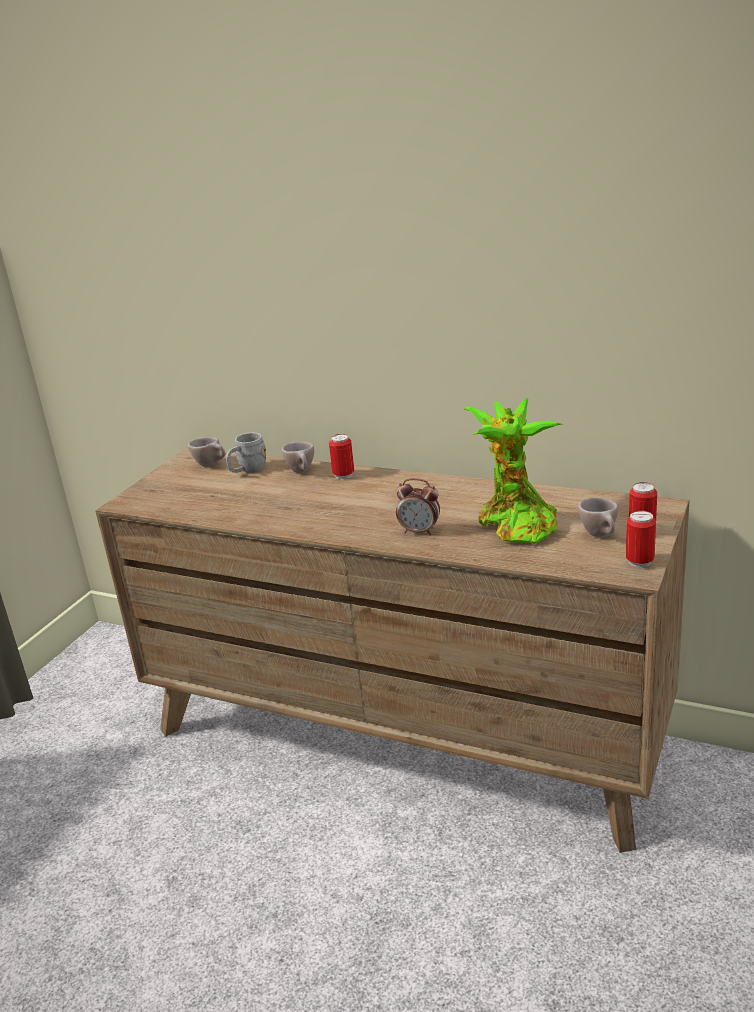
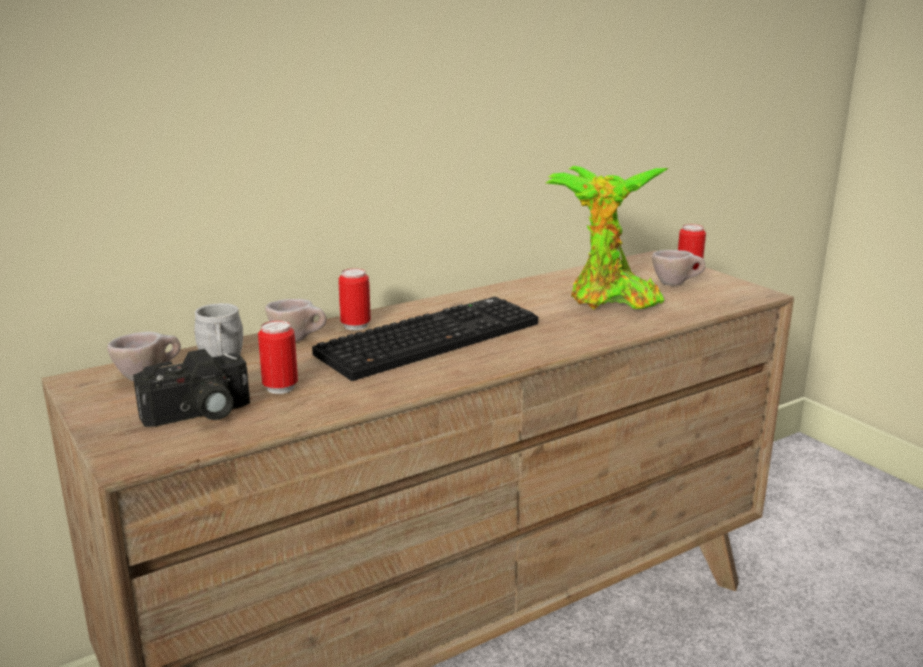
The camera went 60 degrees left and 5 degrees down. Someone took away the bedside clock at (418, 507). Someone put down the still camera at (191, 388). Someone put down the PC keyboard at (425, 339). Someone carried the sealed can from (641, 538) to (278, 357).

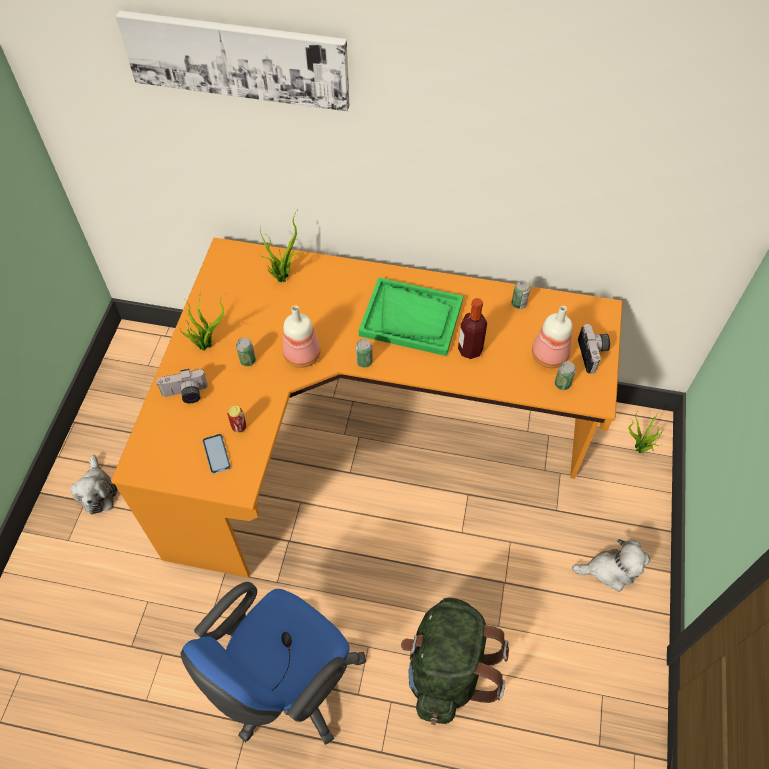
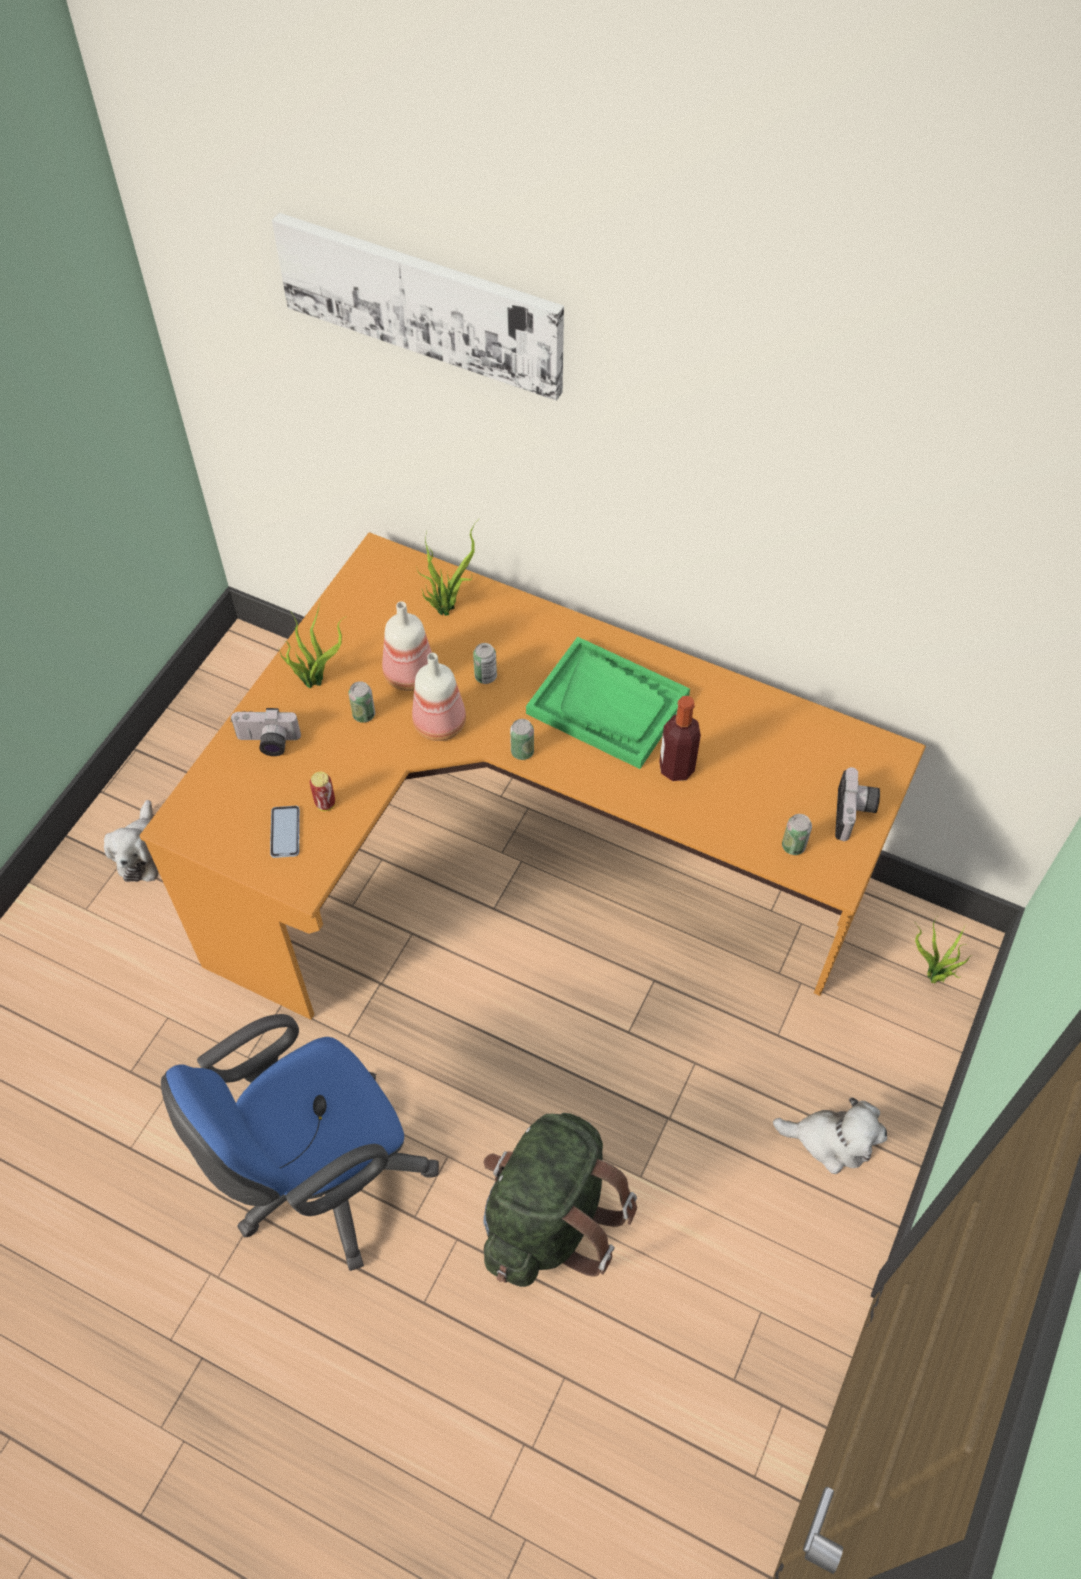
The camera went 15 degrees right and 0 degrees up. Someone carried the sealed can from (520, 294) to (485, 663). Someone carried the drink bottle from (552, 337) to (407, 646).

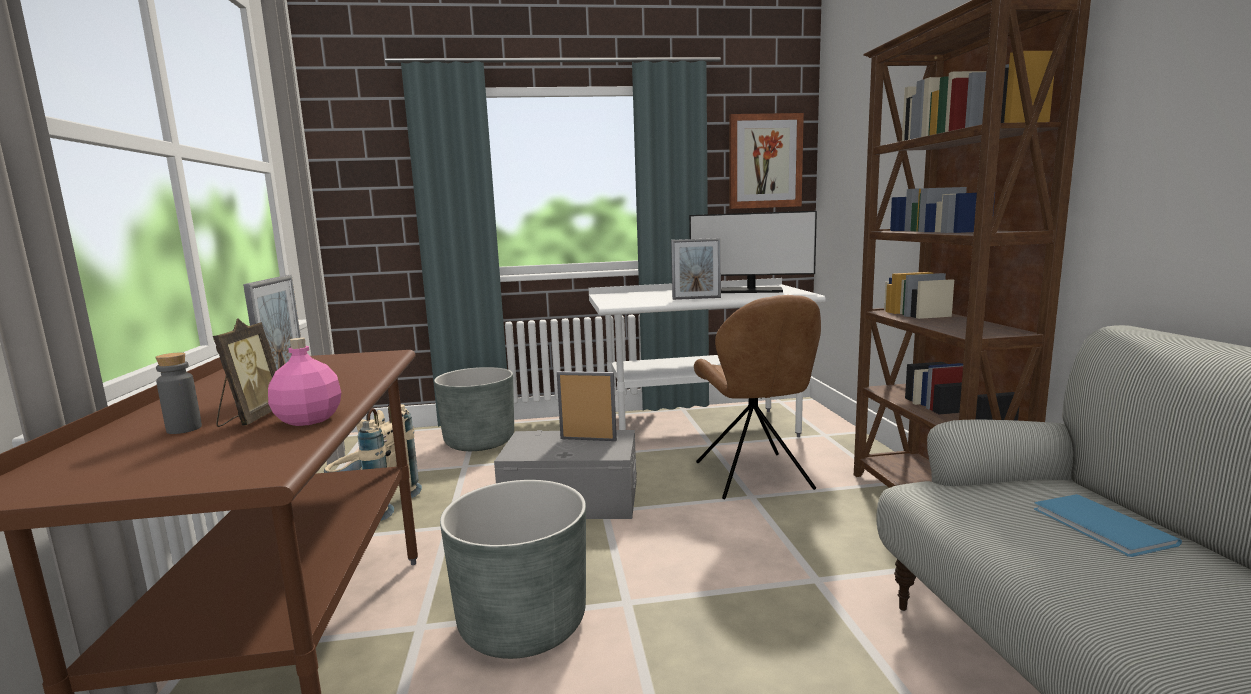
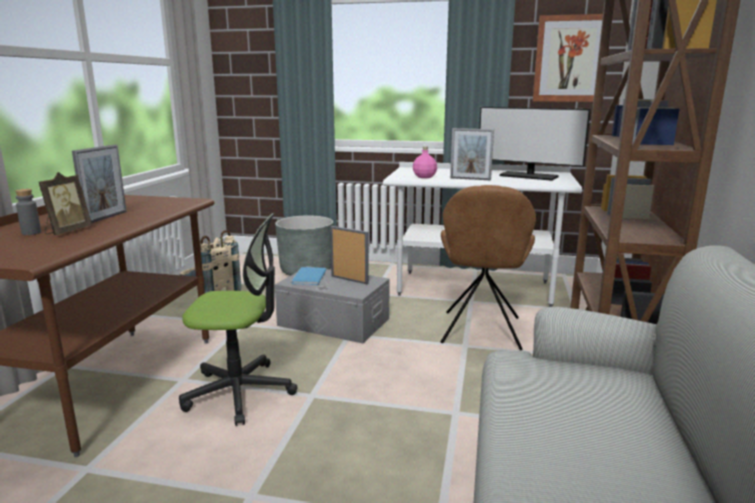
The camera went 20 degrees right and 5 degrees up. Someone carried the pink-coloured drink bottle from (304, 382) to (425, 162). Someone carried the bluish book from (1108, 525) to (309, 276). Someone swapped the grey planter at (513, 569) for the office chair at (238, 319).

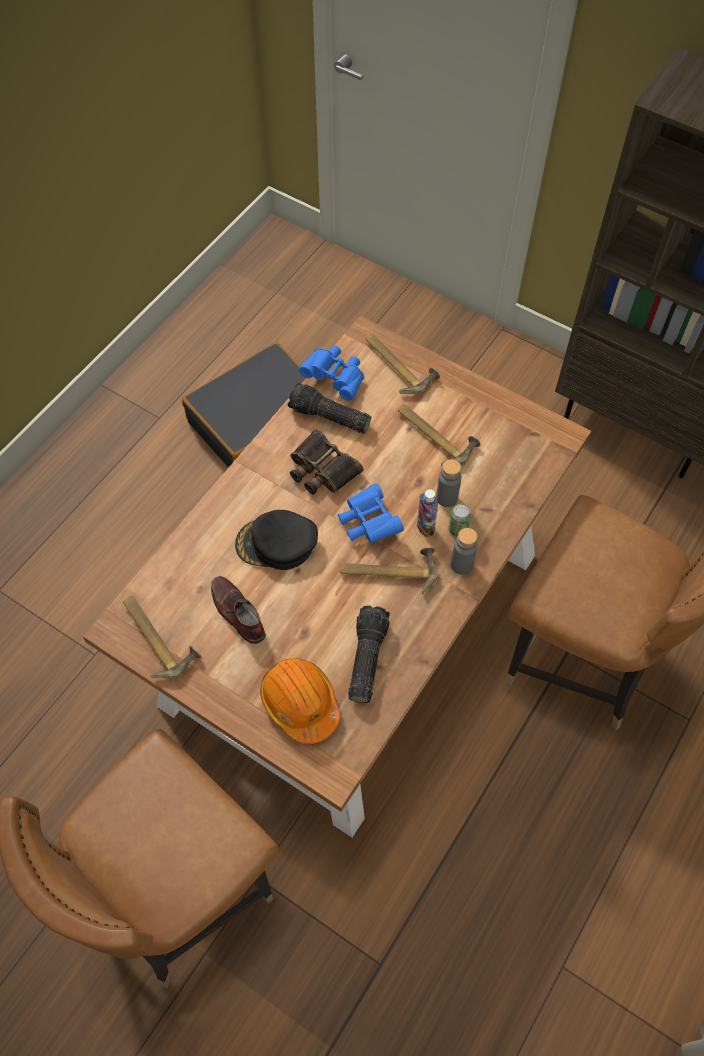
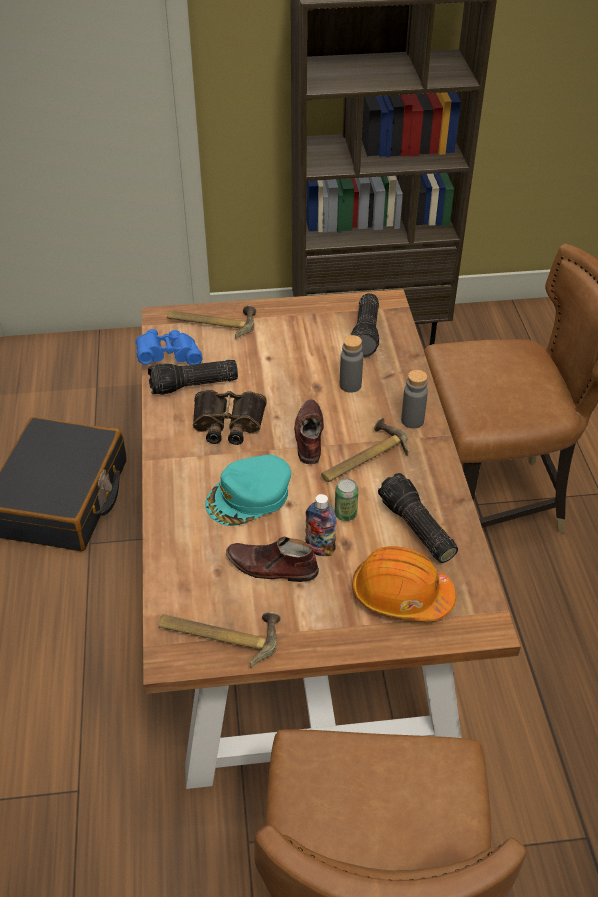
The camera went 40 degrees left and 15 degrees down. Someone took away the hammer at (439, 435). Someone put down the flashlight at (365, 325). Someone carried the drink bottle from (427, 513) to (321, 525). Someone carried the sealed can from (459, 520) to (346, 499). Someone swapped the bluish pair of binoculars at (371, 513) for the brown-coloured shoe at (309, 431). Someone repainted the black-coloured cap at (276, 540), which became the turquoise cap at (248, 490).

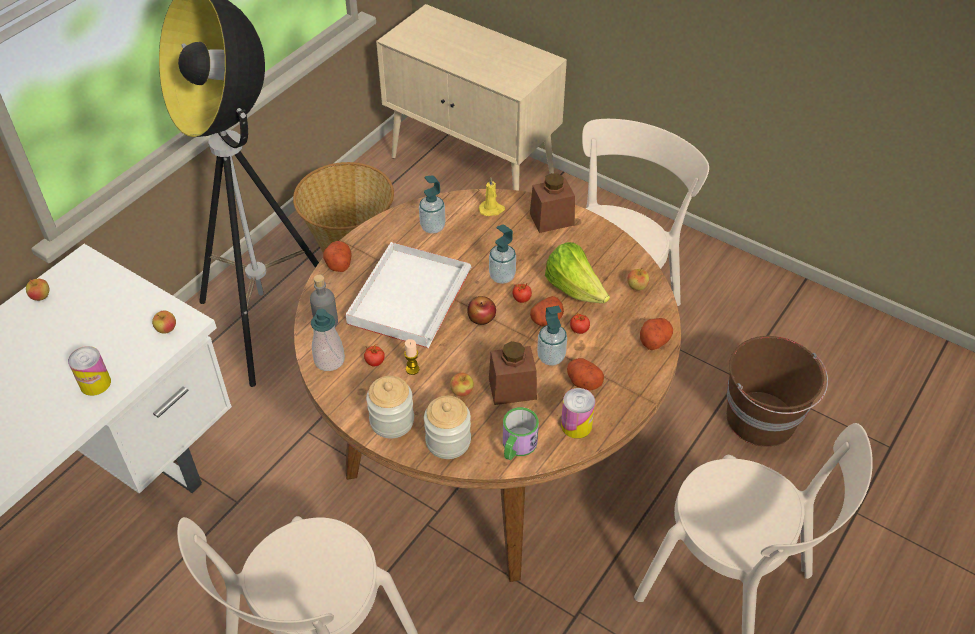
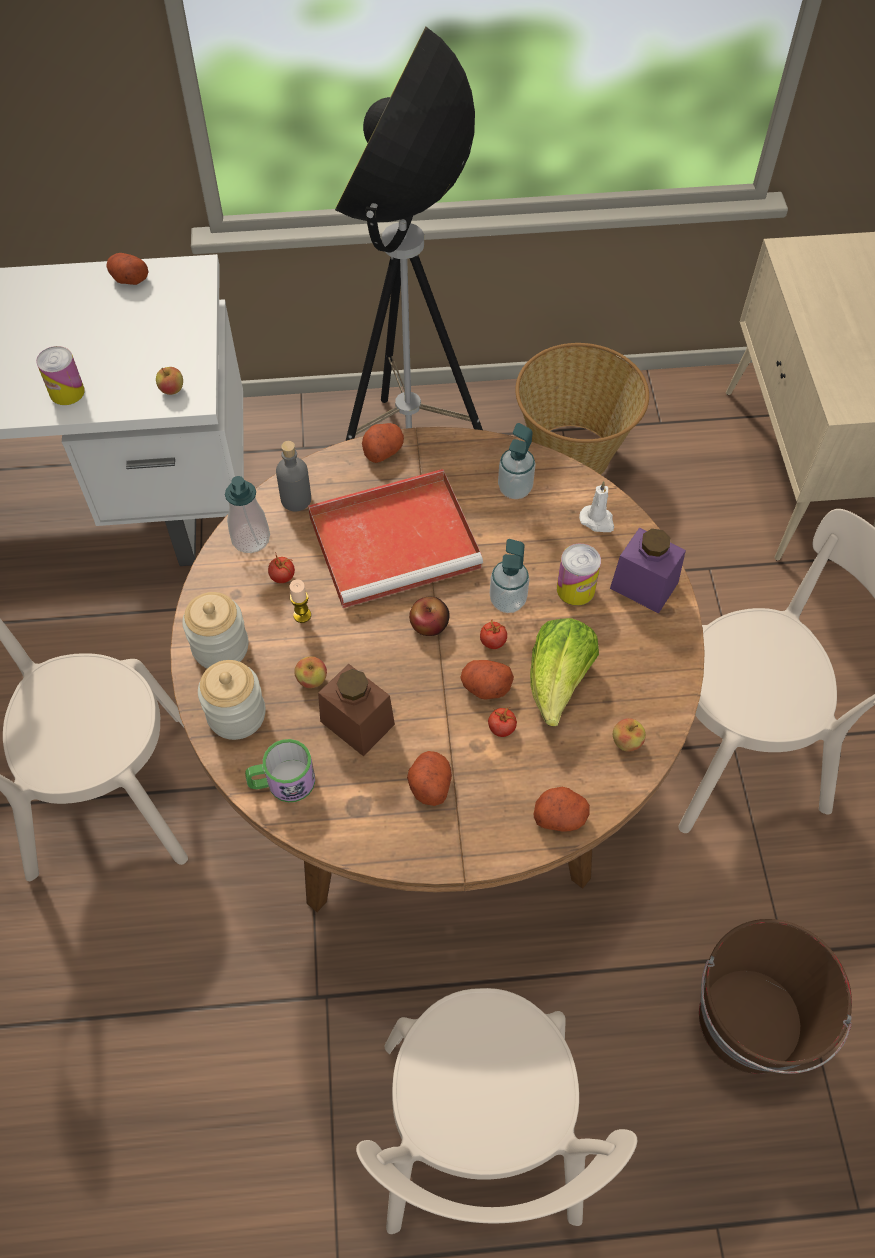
The camera went 50 degrees right and 10 degrees up. Someone took away the soap bottle at (552, 336). Someone carried the sealed can from (578, 413) to (579, 574). Someone swapped the whole apple at (37, 290) for the potato at (127, 269). Someone repainted the white-coloured serving tray at (408, 295), which became the red serving tray at (395, 538). Someone repainted the yellow candle at (492, 197), which became the white-coloured candle at (596, 506). Someone repainted the brown-coloured preserve jar at (552, 203), which became the purple-coloured preserve jar at (648, 570).

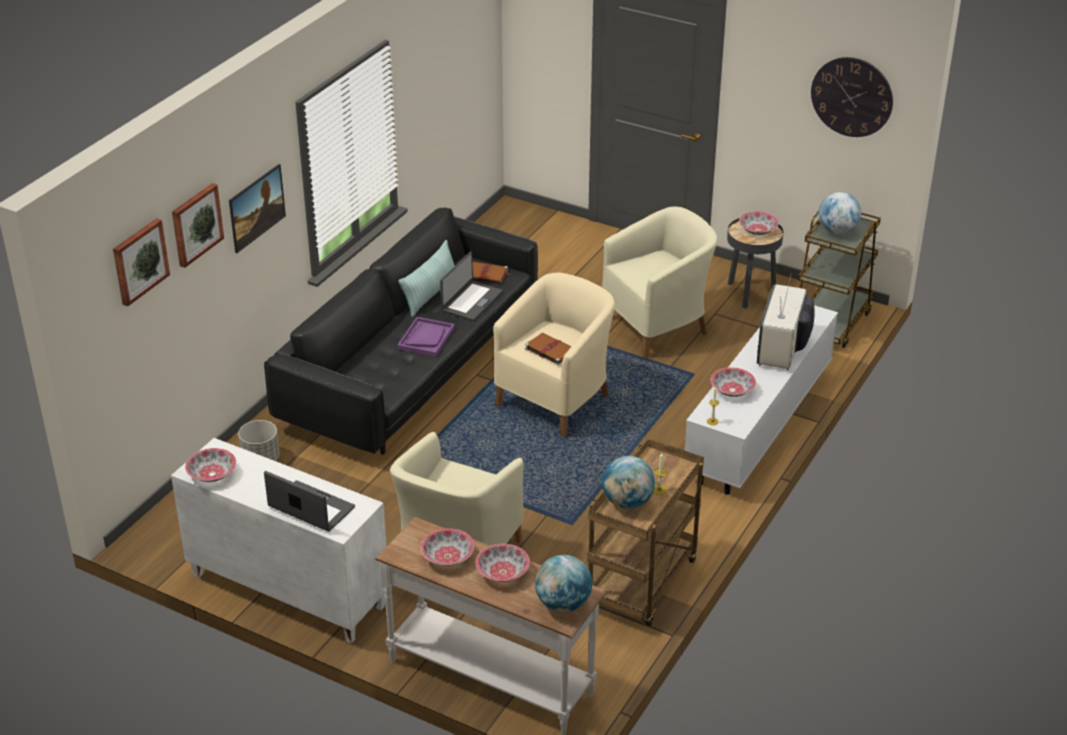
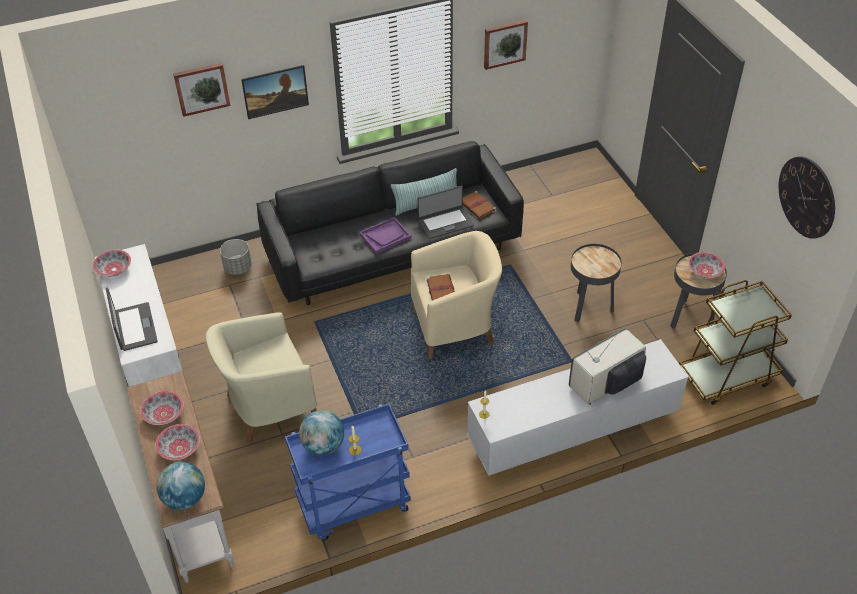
The camera went 40 degrees right and 10 degrees up. Someone took away the serving bowl at (733, 382). Someone took away the desk globe at (839, 213). Someone carried the wall picture from (141, 262) to (506, 45). Someone swapped the beige-coloured easy chair at (659, 282) for the black-coloured end table at (596, 283). Someone repainted the brown-coloured trolley at (645, 532), which became the bluish trolley at (348, 472).

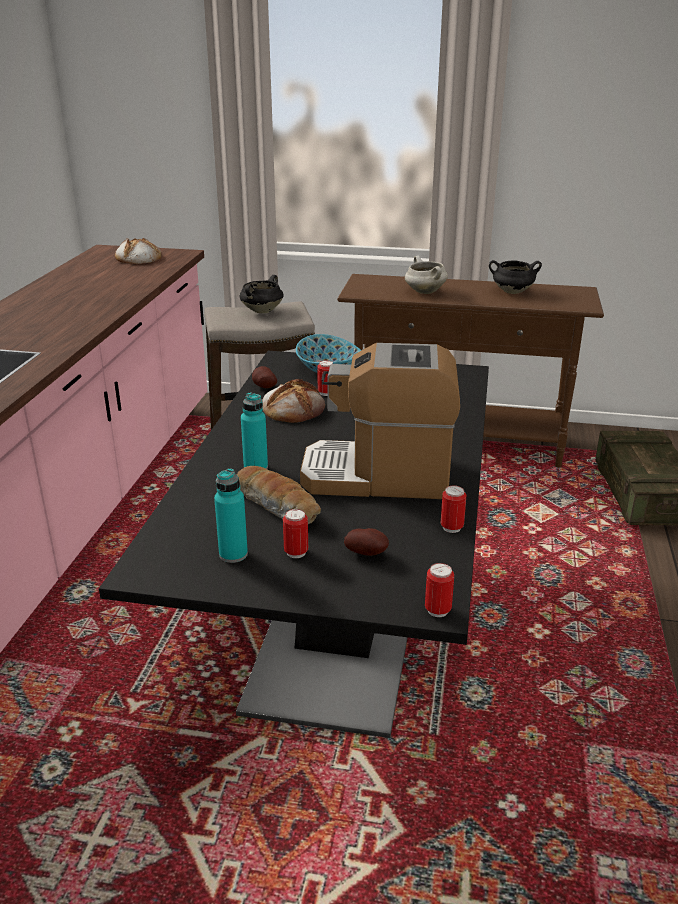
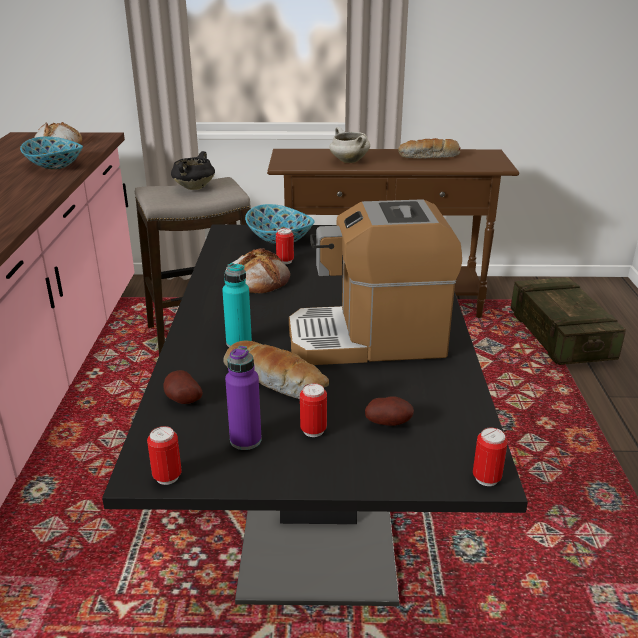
The camera went 10 degrees left and 0 degrees up. Someone put down the serving bowl at (51, 153). Someone carried the potato from (264, 377) to (183, 387). Someone carried the sealed can from (453, 509) to (164, 455). Someone swapped the black-coloured saucepot at (515, 277) for the baked bread at (429, 148). Someone repainted the turquoise drink bottle at (231, 515), which became the purple-coloured drink bottle at (243, 398).

